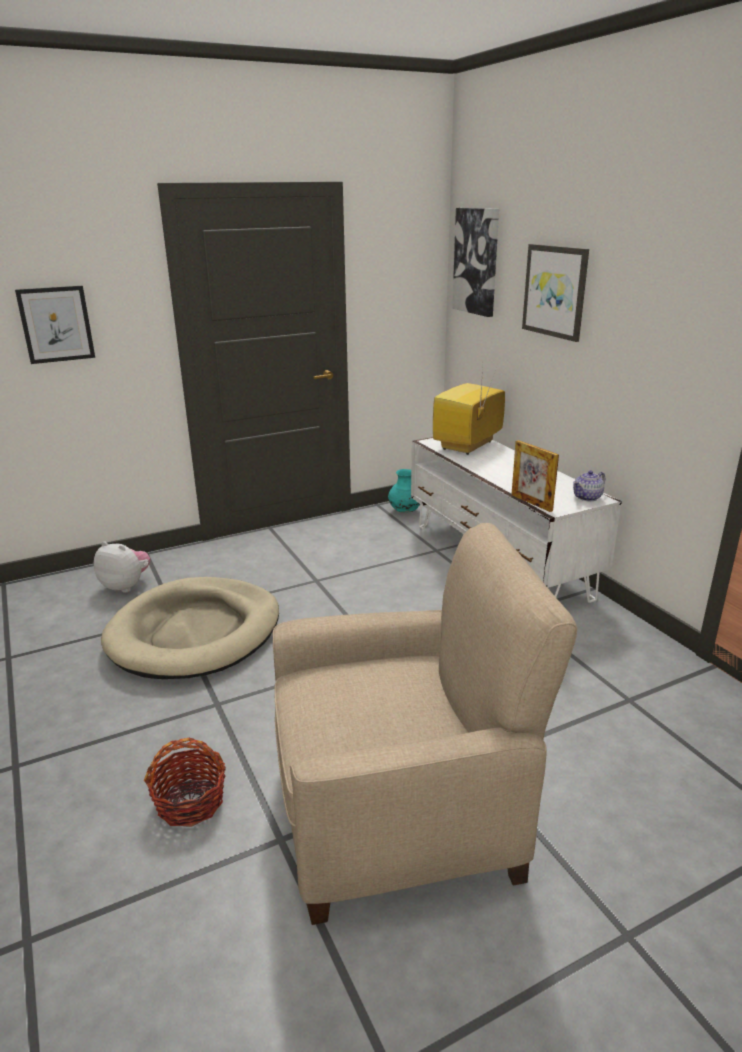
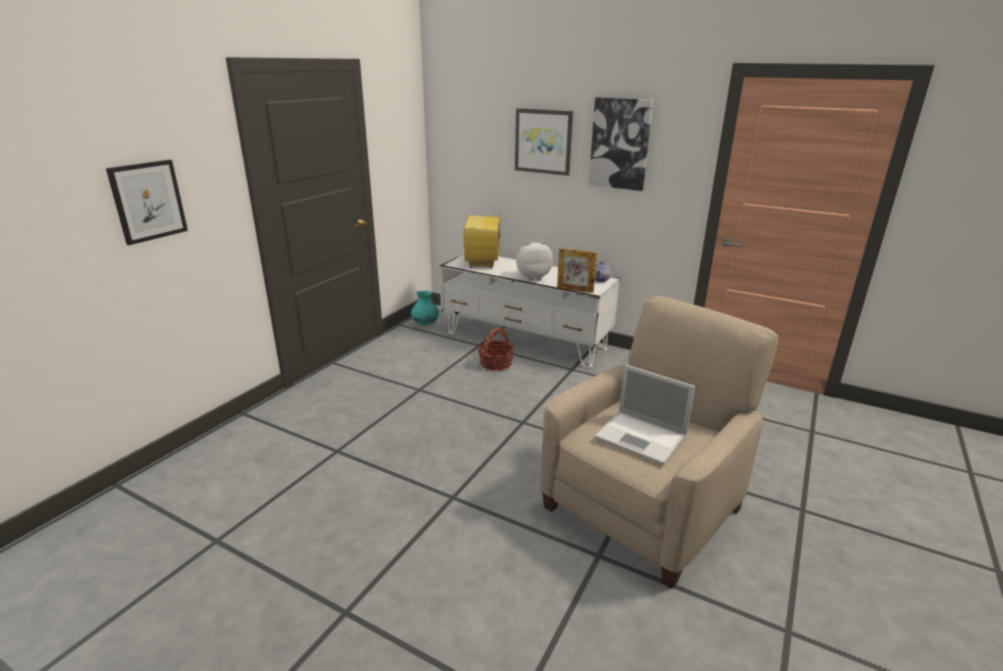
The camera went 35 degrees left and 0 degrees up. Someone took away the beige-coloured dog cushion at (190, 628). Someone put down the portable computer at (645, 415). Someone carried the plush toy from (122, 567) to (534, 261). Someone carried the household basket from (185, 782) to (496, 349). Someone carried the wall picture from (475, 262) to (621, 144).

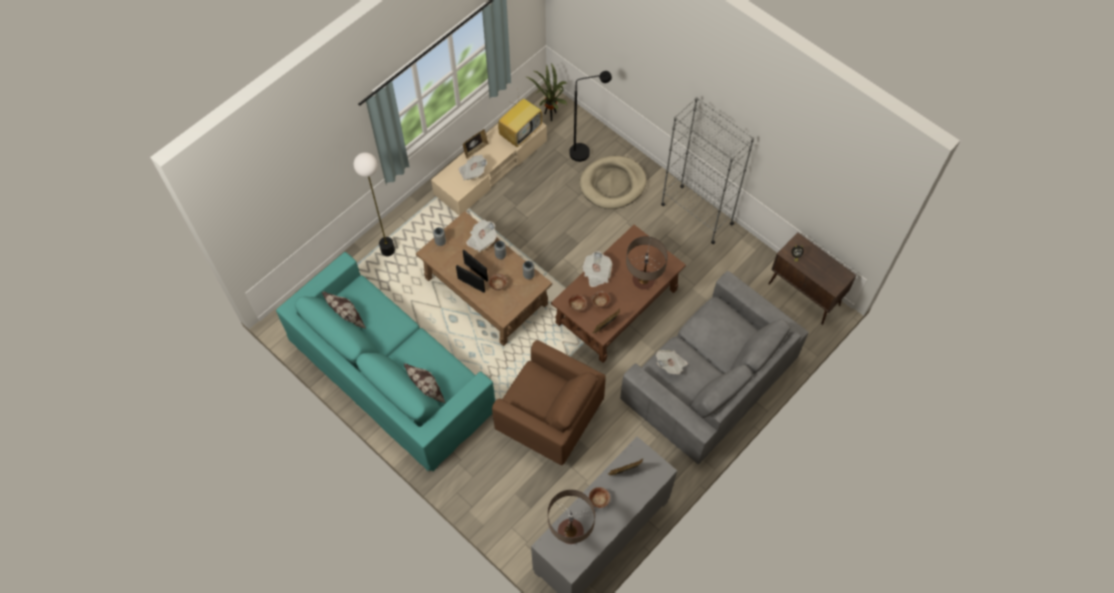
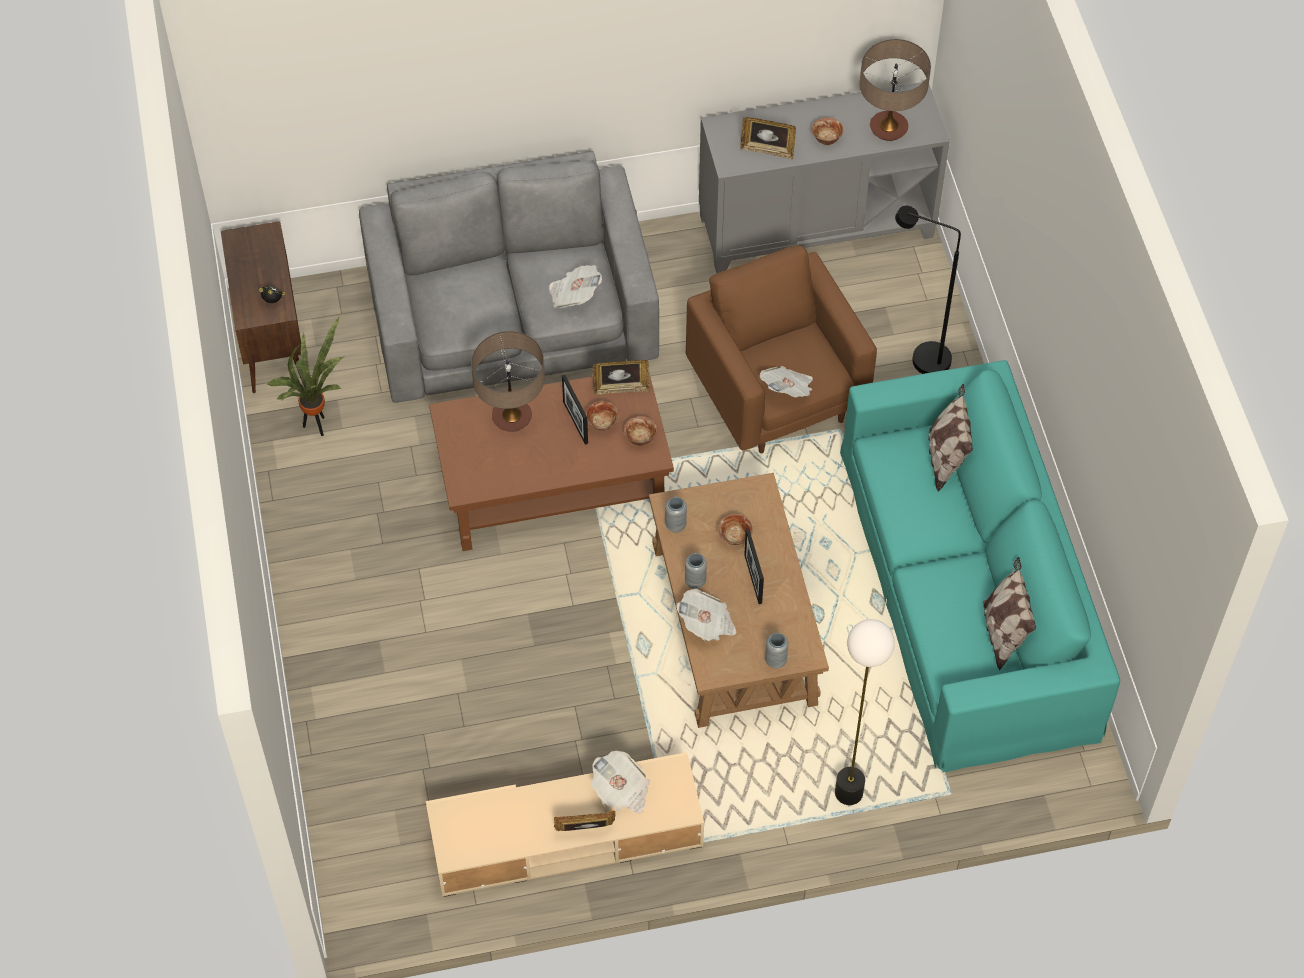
The camera went 145 degrees left and 5 degrees down. Someone took away the TV at (520, 122). Someone took away the beige-coloured dog cushion at (613, 182). Someone took away the grey bookcase at (707, 170). Someone carried the picture frame from (470, 279) to (575, 409). Someone carried the plant in a pot from (546, 92) to (305, 376). Someone carried the black-coloured floor lamp from (590, 116) to (928, 290). Someone carried the printed paper from (597, 269) to (786, 381).

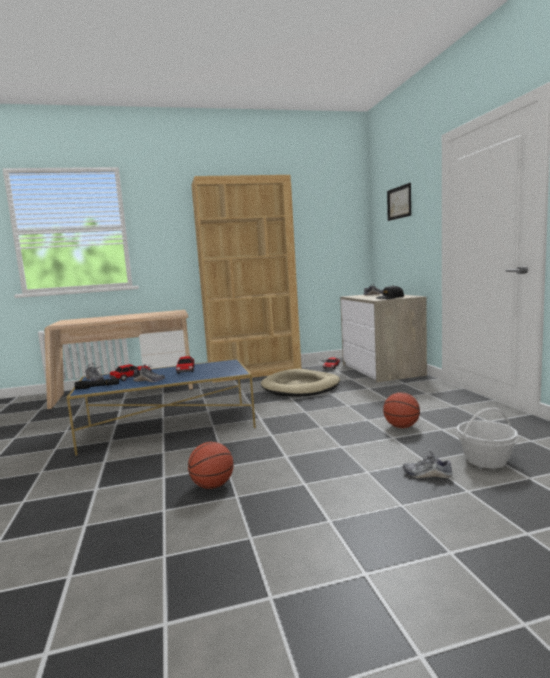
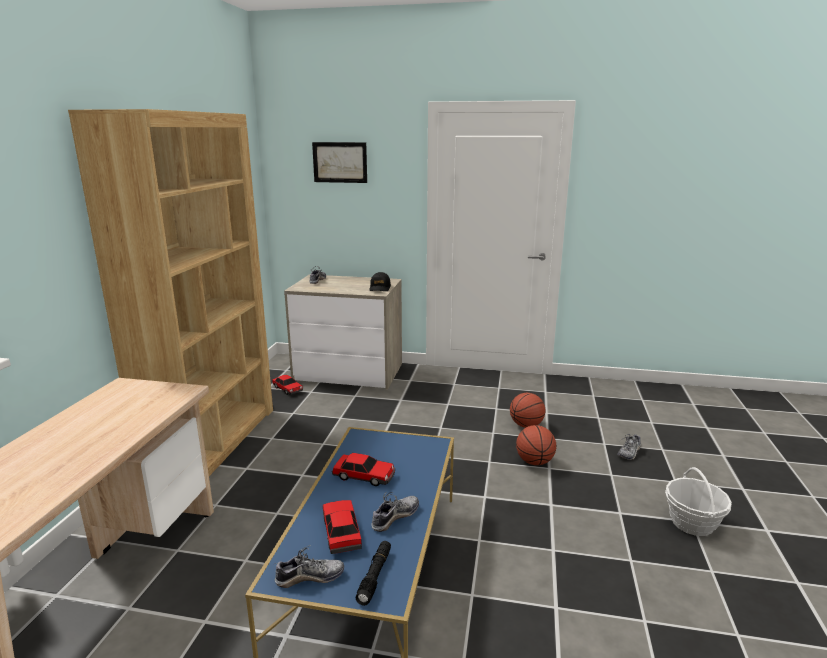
The camera went 65 degrees left and 10 degrees up. Someone took away the beige-coloured dog cushion at (300, 383). Someone carried the basketball ball from (211, 465) to (536, 445). Someone carried the household basket from (488, 438) to (698, 501).

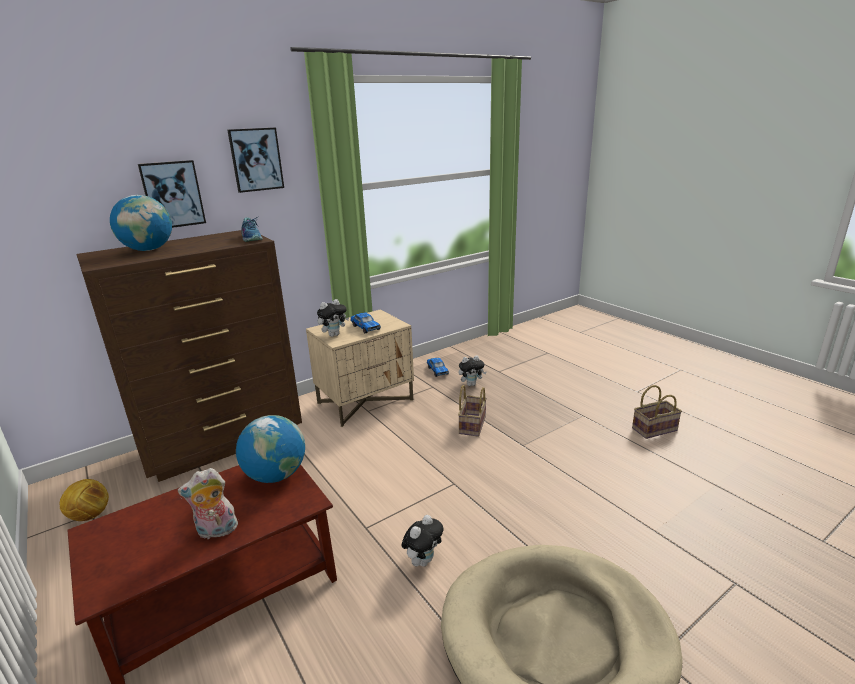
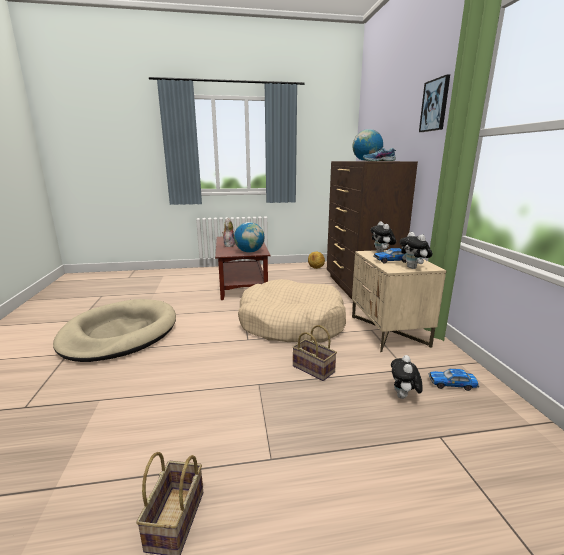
The camera went 115 degrees right and 5 degrees down. Someone took away the wall picture at (172, 194). Someone put down the beige-coloured dog cushion at (292, 311). Someone carried the plush toy from (422, 541) to (416, 250).

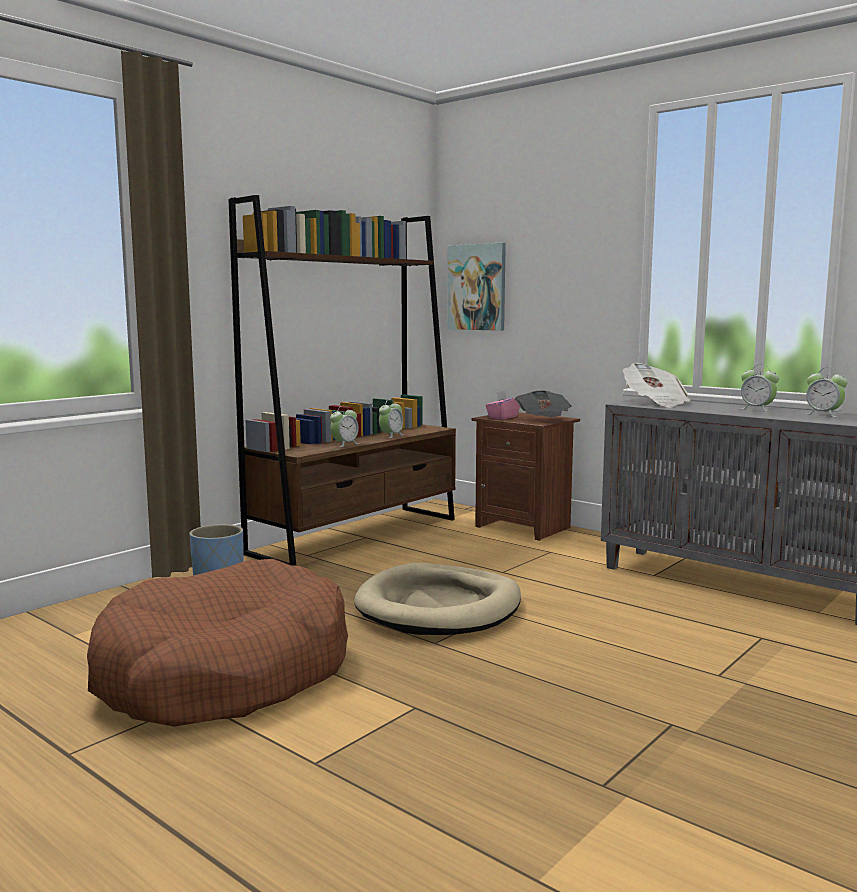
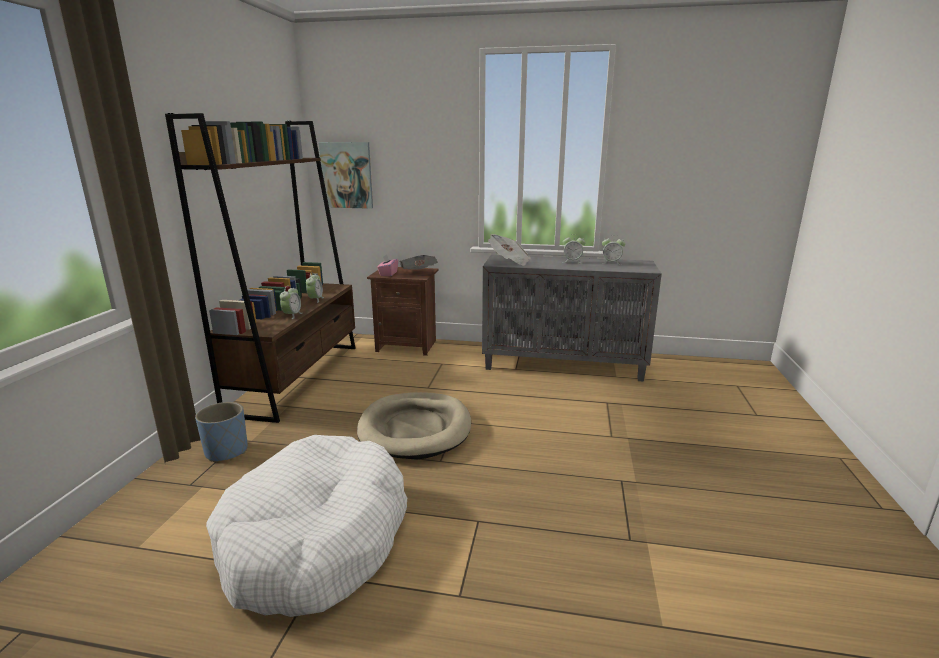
The camera went 30 degrees left and 10 degrees up. Someone repainted the brown-coloured dog cushion at (217, 643), which became the white-coloured dog cushion at (306, 526).

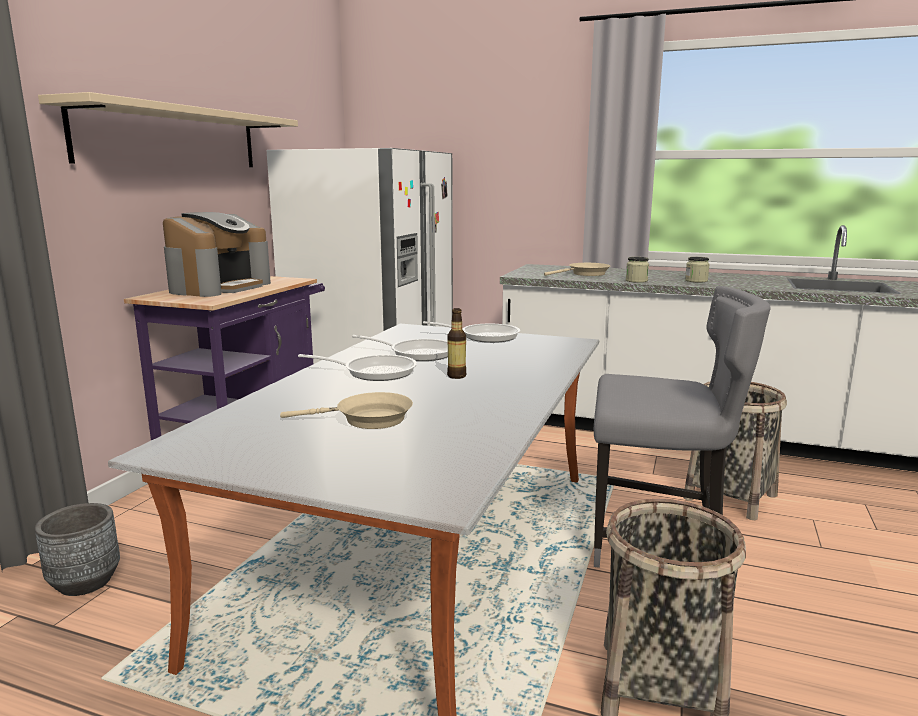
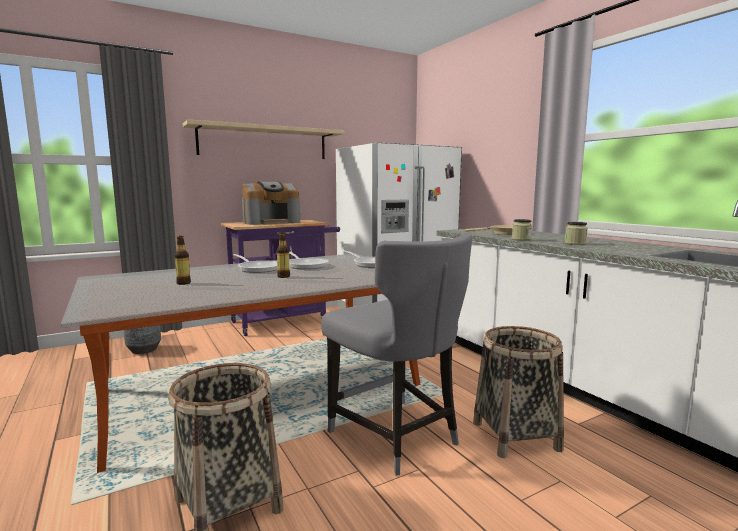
The camera went 40 degrees right and 5 degrees down. Someone swapped the beige-coloured skillet at (346, 410) for the drink bottle at (183, 260).

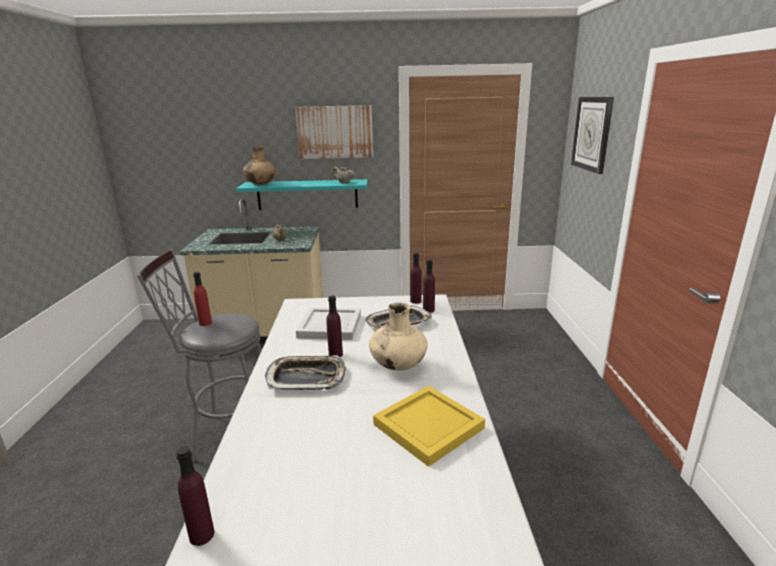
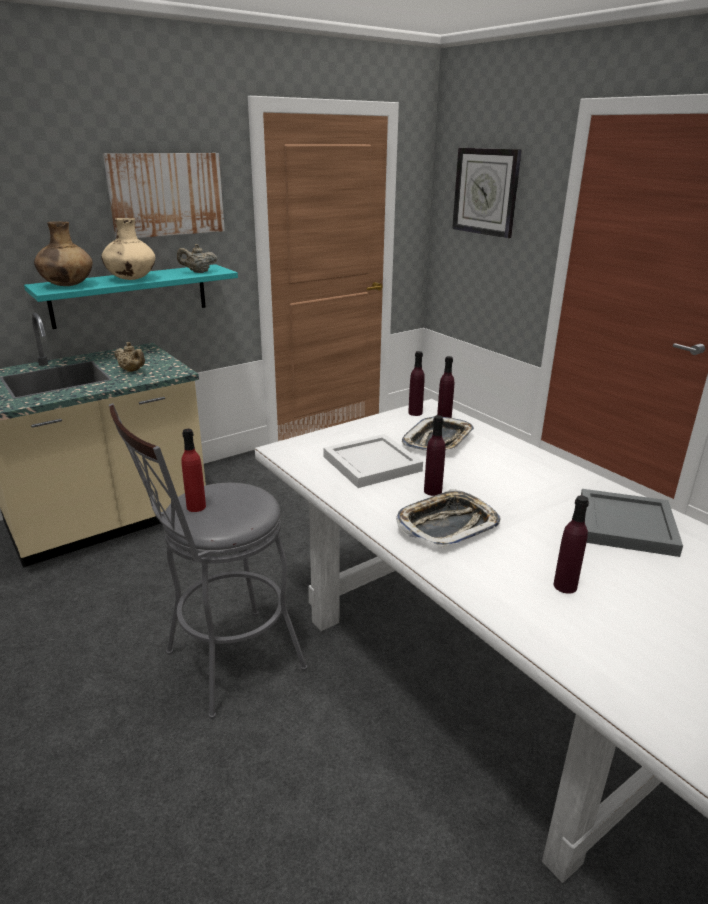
The camera went 35 degrees left and 5 degrees up. Someone carried the purple-coloured drink bottle from (195, 496) to (571, 544). Someone carried the beige-coloured vase from (398, 336) to (128, 249). Someone repainted the yellow serving tray at (429, 426), which became the grey serving tray at (632, 523).

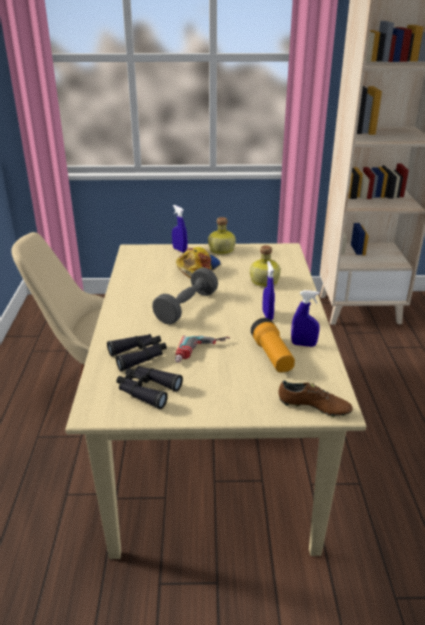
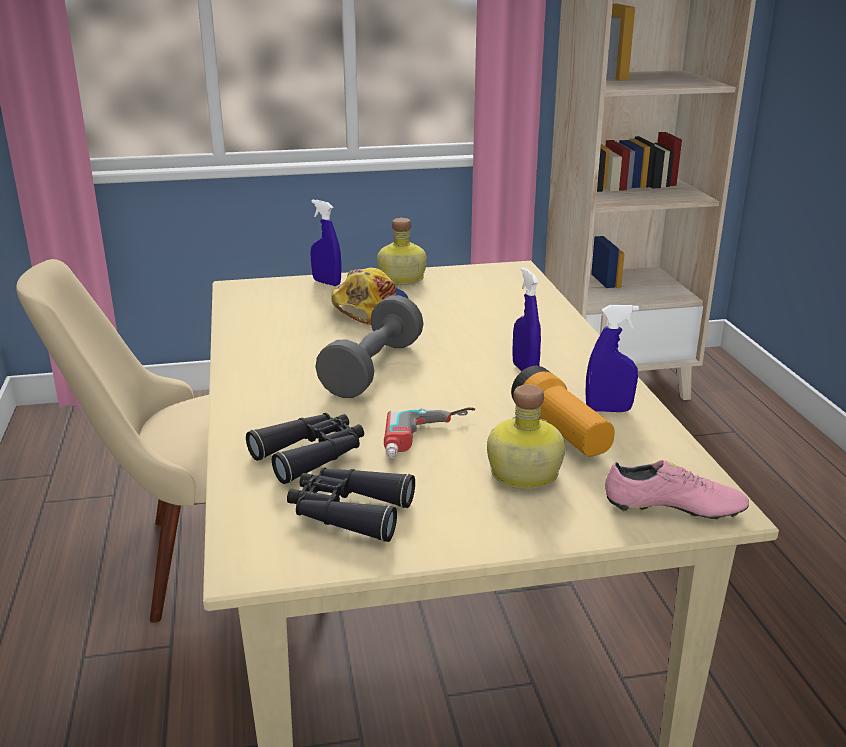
The camera went 10 degrees left and 5 degrees down. Someone carried the drink bottle from (265, 266) to (526, 437). Someone repainted the brown-coloured shoe at (315, 398), which became the pink-coloured shoe at (677, 490).

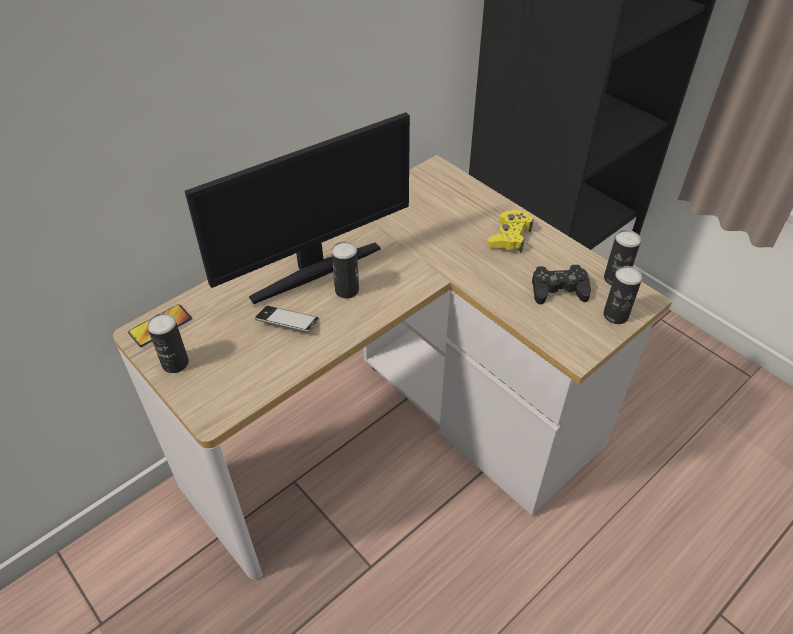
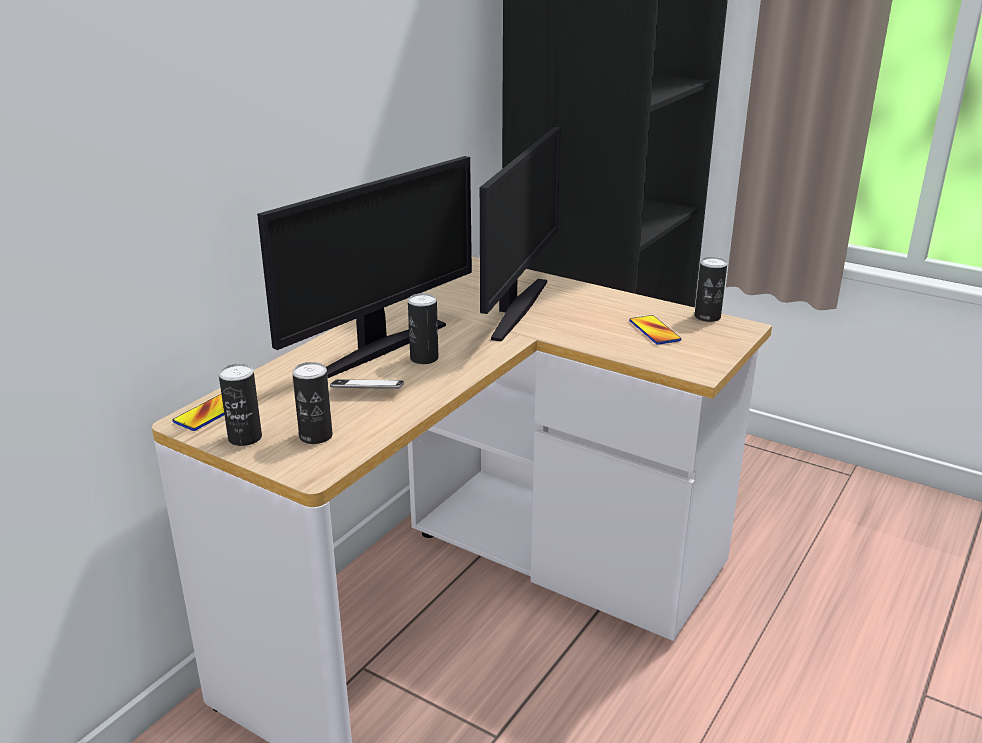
The camera went 15 degrees left and 20 degrees down. Someone took away the yellow joypad at (510, 231). Someone put down the monitor at (520, 234). Someone carried the sealed can from (622, 295) to (312, 403). Someone swapped the black-coloured joypad at (561, 284) for the handset at (655, 330).

